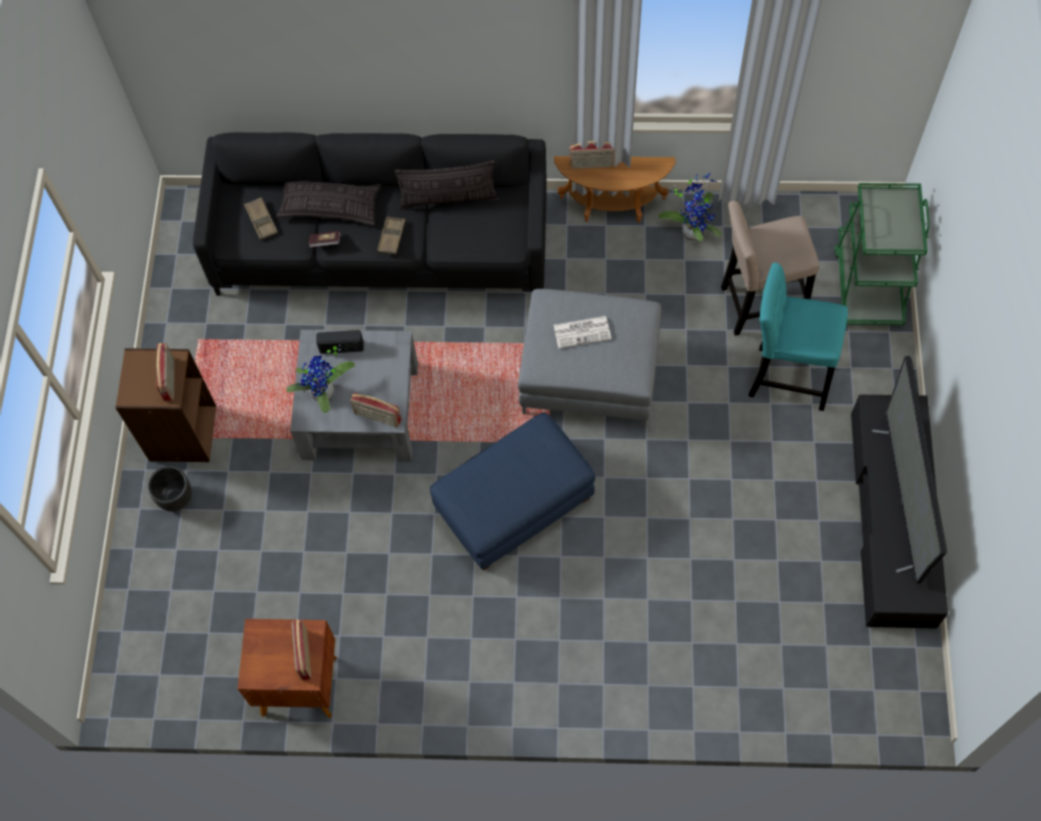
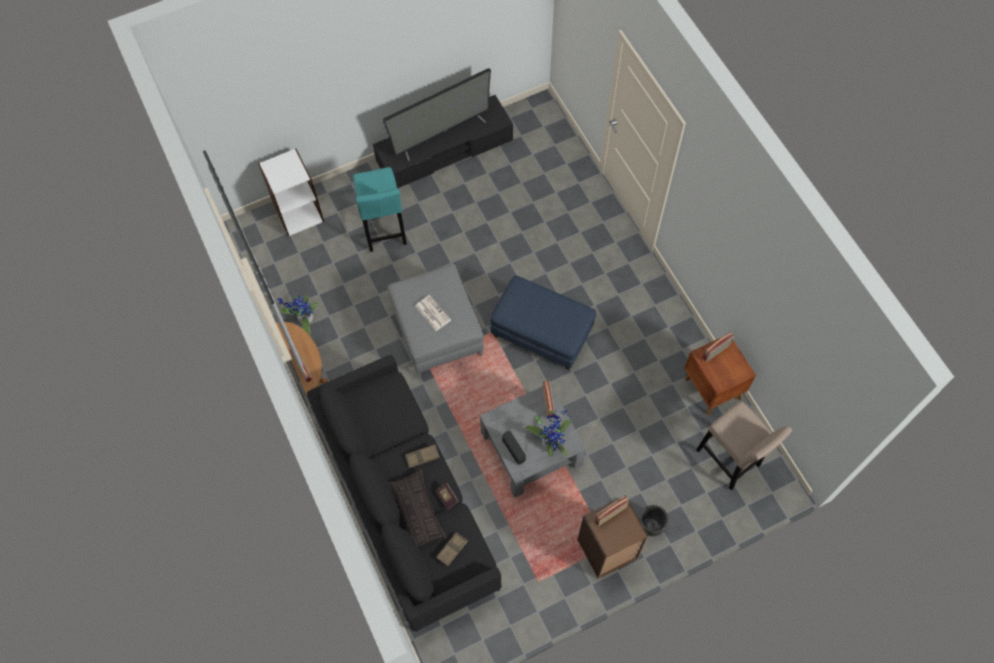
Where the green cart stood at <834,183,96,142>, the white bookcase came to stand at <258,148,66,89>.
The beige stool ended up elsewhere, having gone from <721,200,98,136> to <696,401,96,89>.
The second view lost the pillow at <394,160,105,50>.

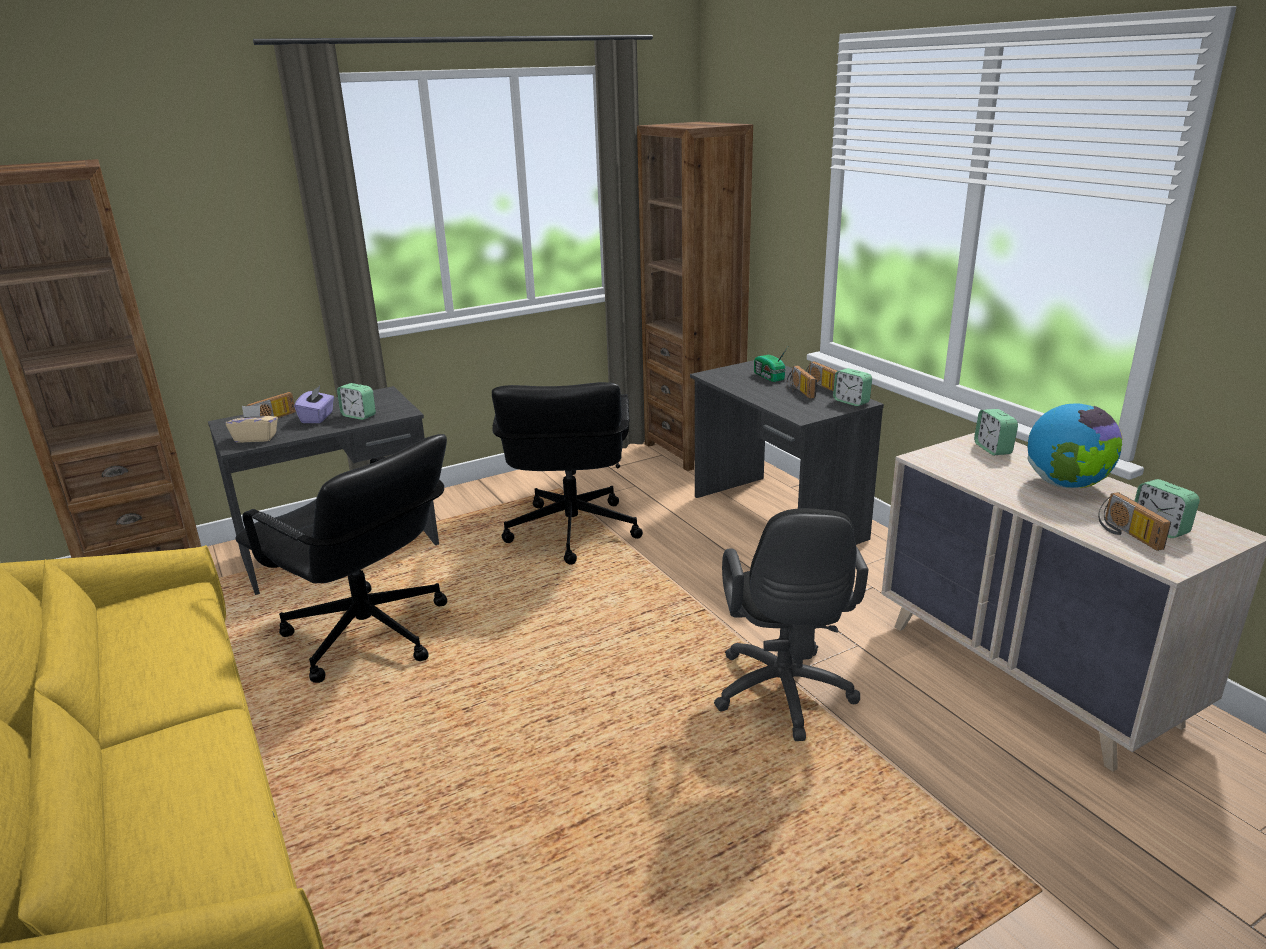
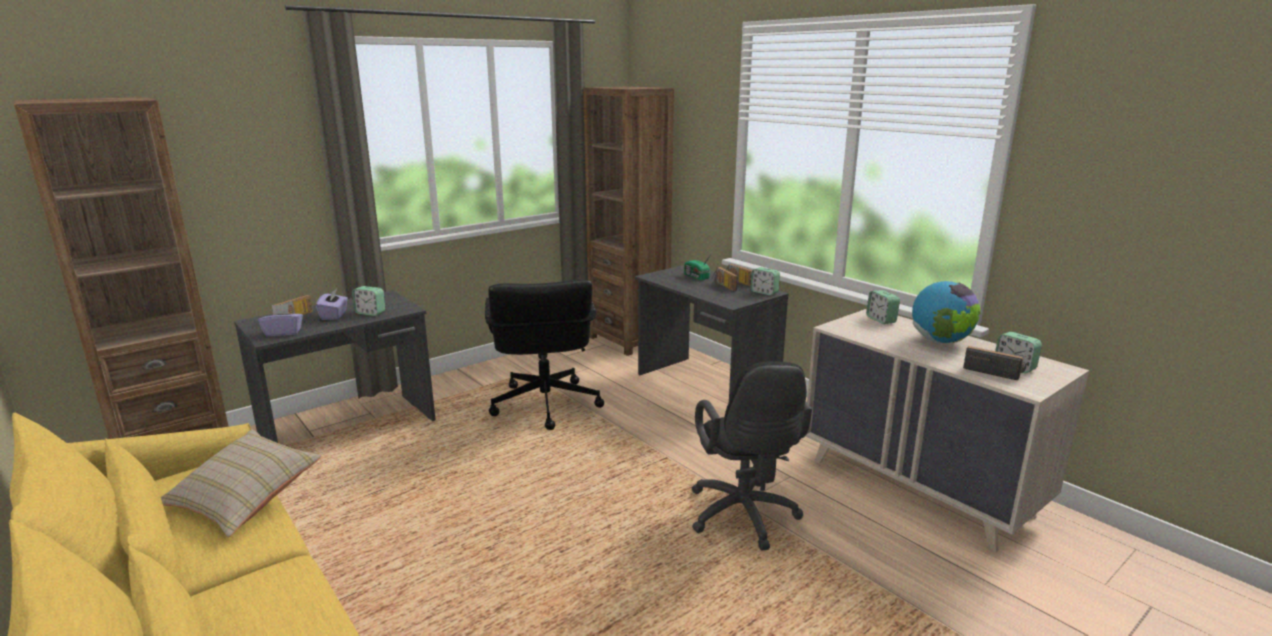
The second view gained the beige pillow at <161,429,160,108>.
What was the beige tissue box at <225,405,53,38> turned into the purple tissue box at <258,304,45,32>.
The radio at <1098,492,73,59> ended up facing another way, 150 degrees clockwise from before.
The second view lost the black office chair at <235,434,212,249>.

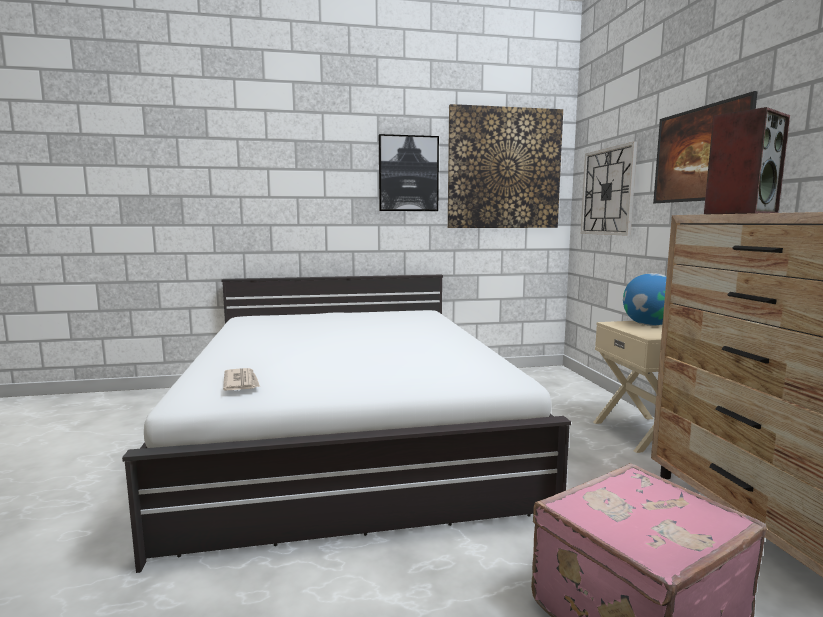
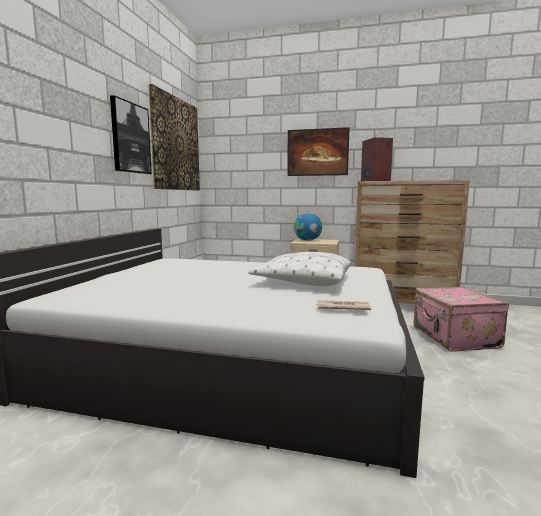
The second view gained the white pillow at <248,252,103,34>.
The second view lost the wall clock at <581,141,57,95>.

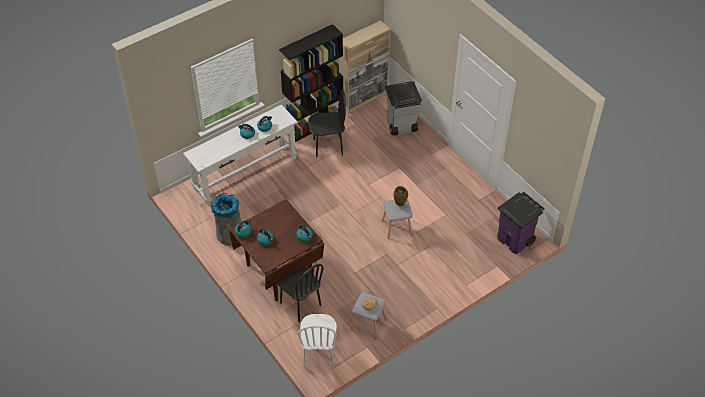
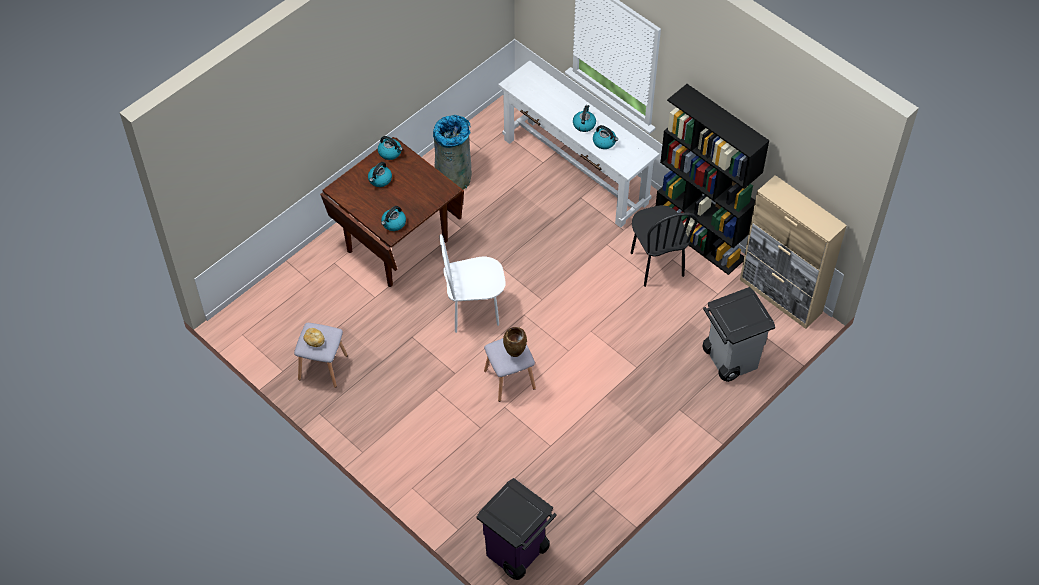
The white chair ended up elsewhere, having gone from <298,314,39,55> to <439,234,67,99>.
The second view lost the black chair at <277,264,47,58>.

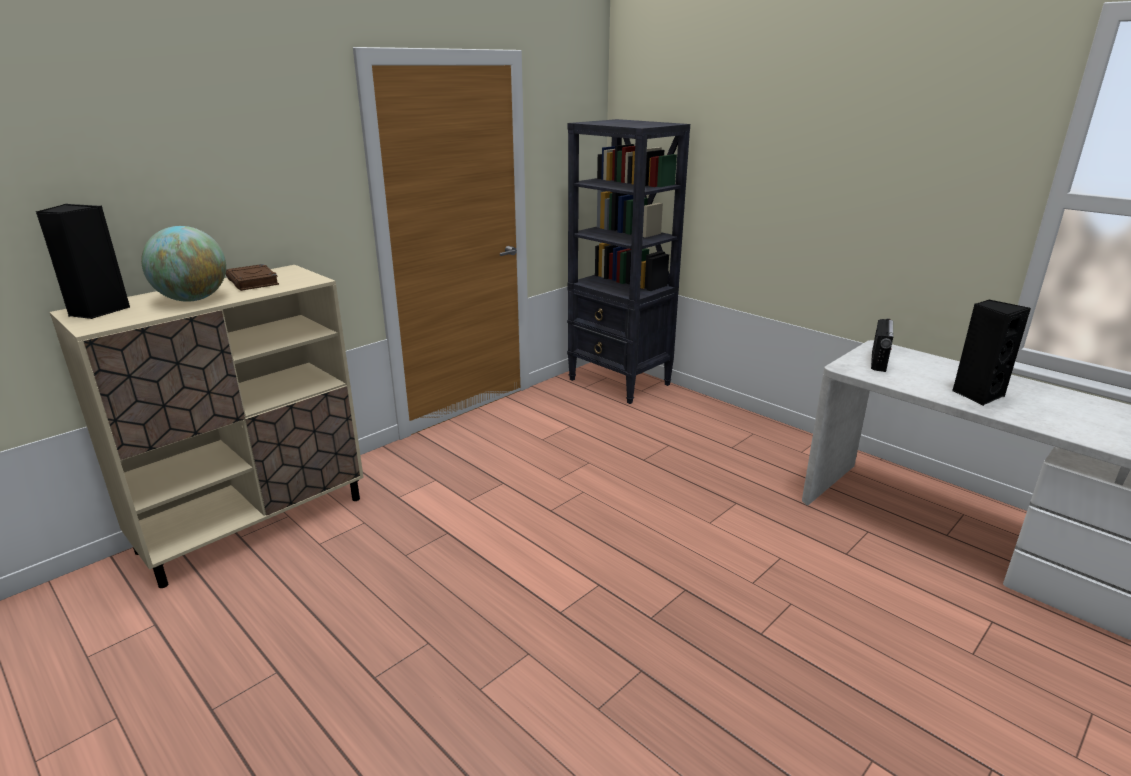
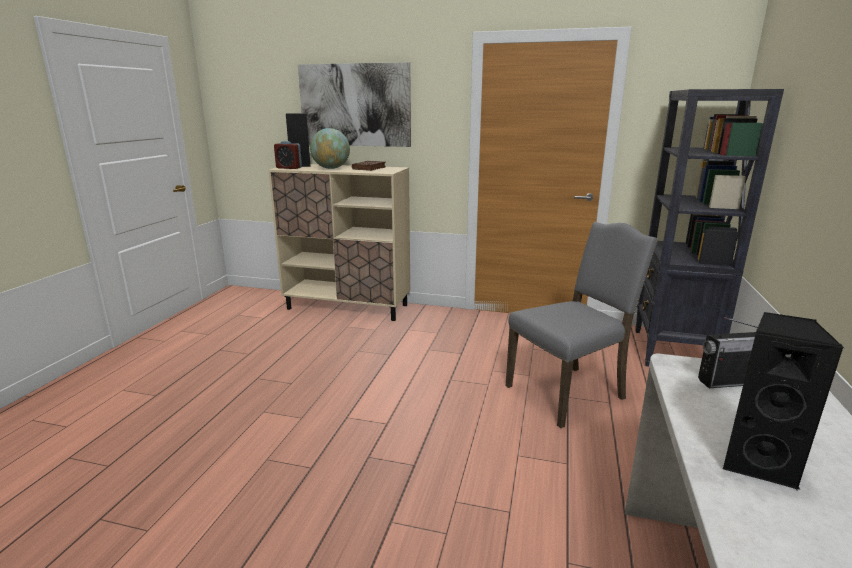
The second view gained the alarm clock at <274,141,28,28>.
The second view gained the picture at <298,62,113,85>.
The second view gained the grey chair at <506,222,152,206>.

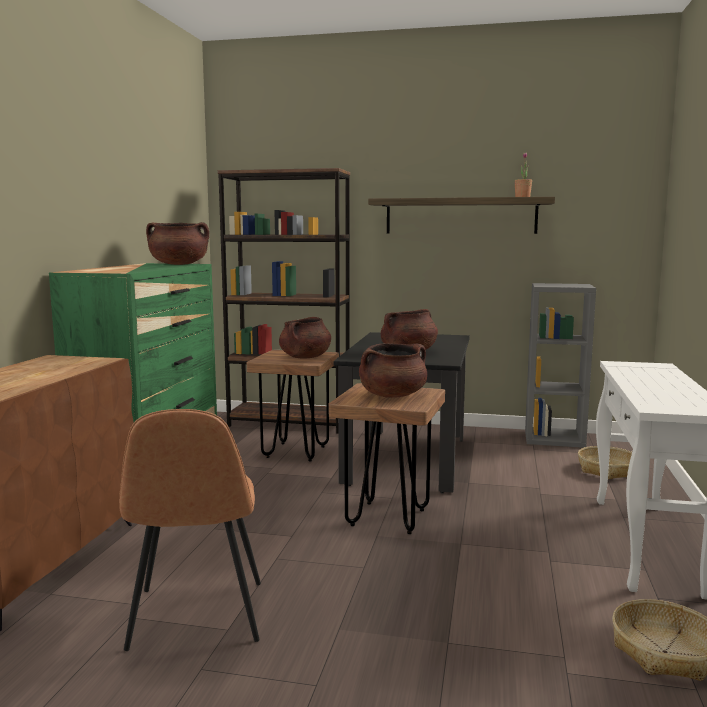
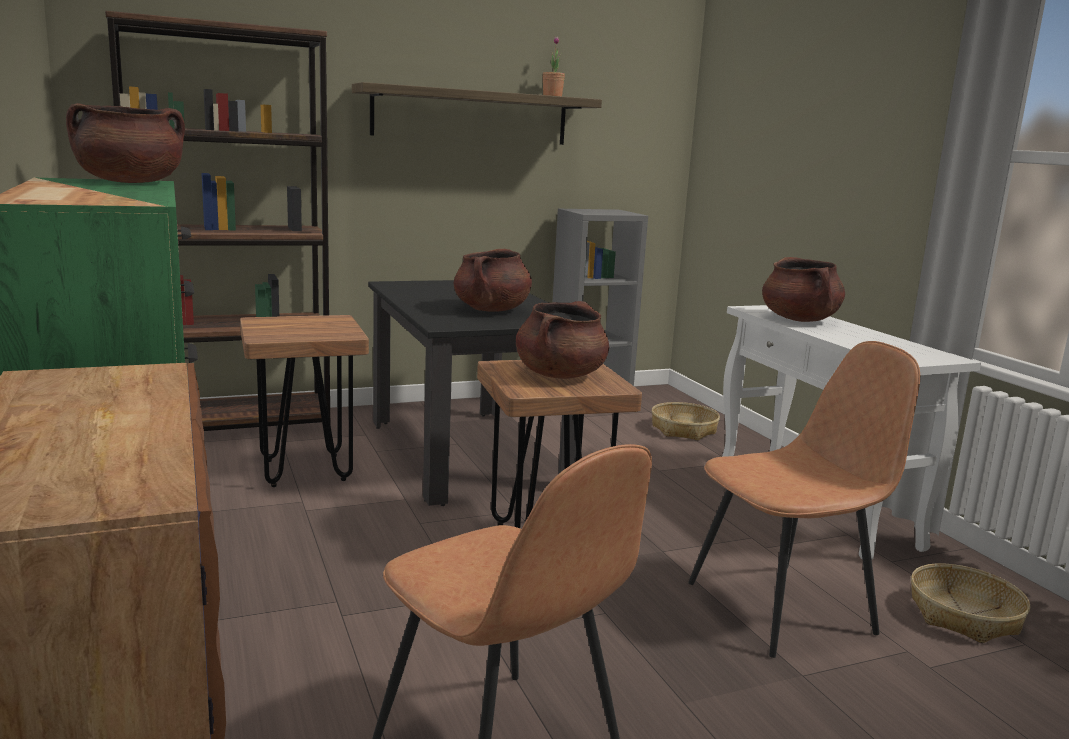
The second view gained the brown chair at <688,341,232,317>.
The brown cooking pot ended up elsewhere, having gone from <279,317,52,41> to <762,257,83,65>.

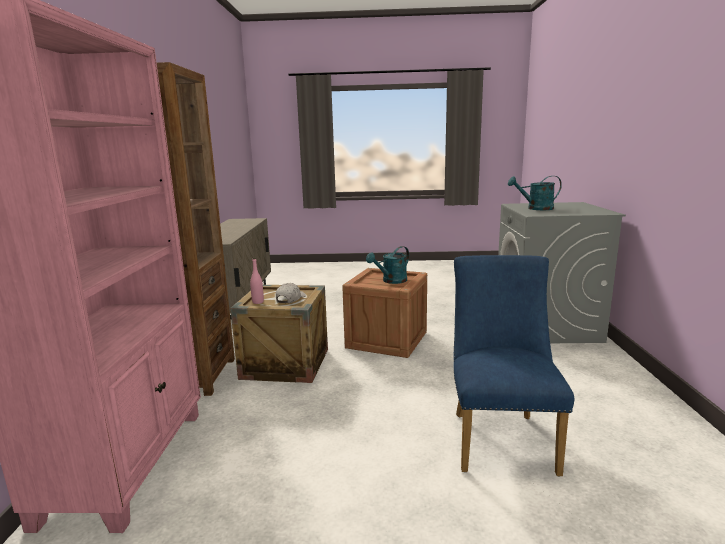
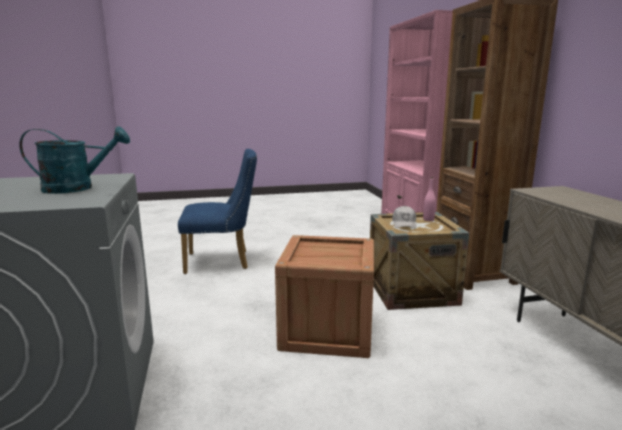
The blue chair at <453,255,121,222> ended up facing another way, 90 degrees counterclockwise from before.
The second view lost the turquoise watering can at <366,246,43,38>.

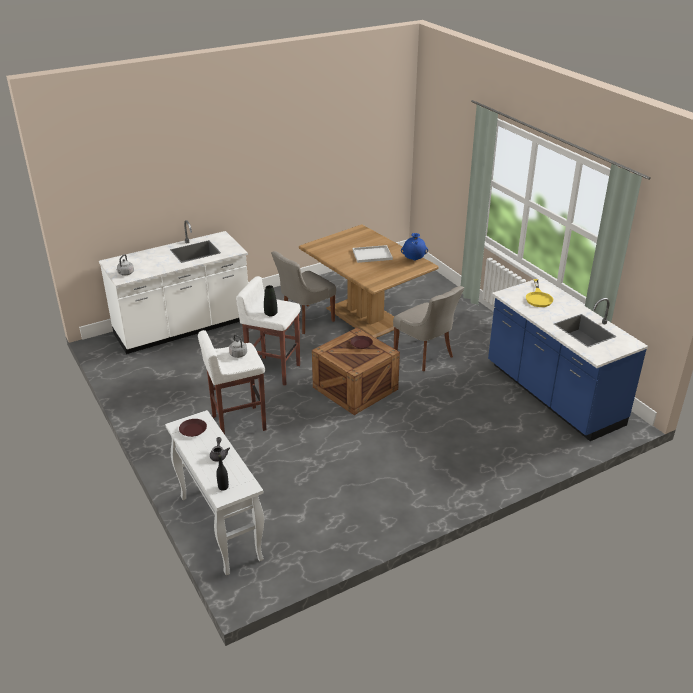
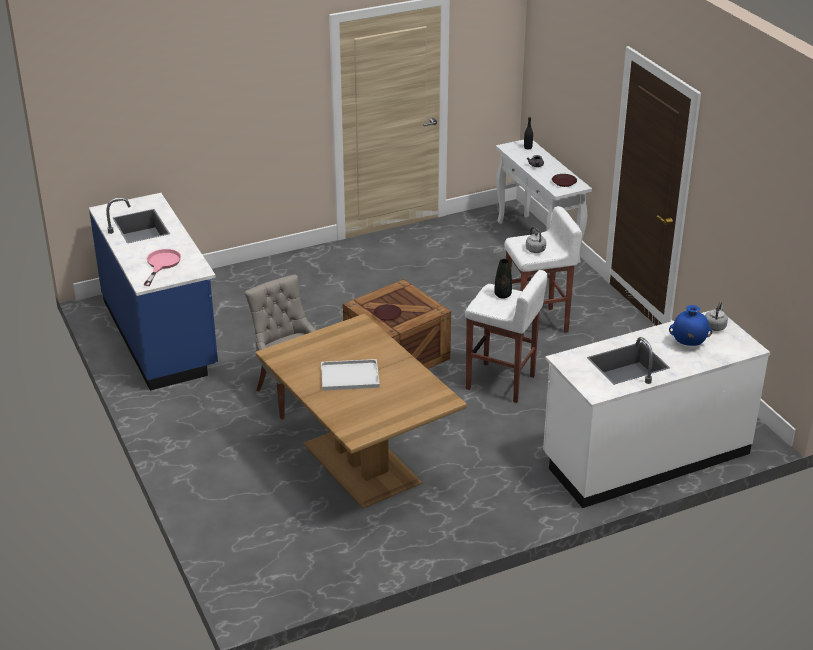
What was the yellow frying pan at <526,279,27,28> turned into the pink frying pan at <144,249,37,37>.
The blue vase ended up elsewhere, having gone from <401,233,27,28> to <669,305,43,41>.
The second view lost the grey chair at <271,251,65,83>.

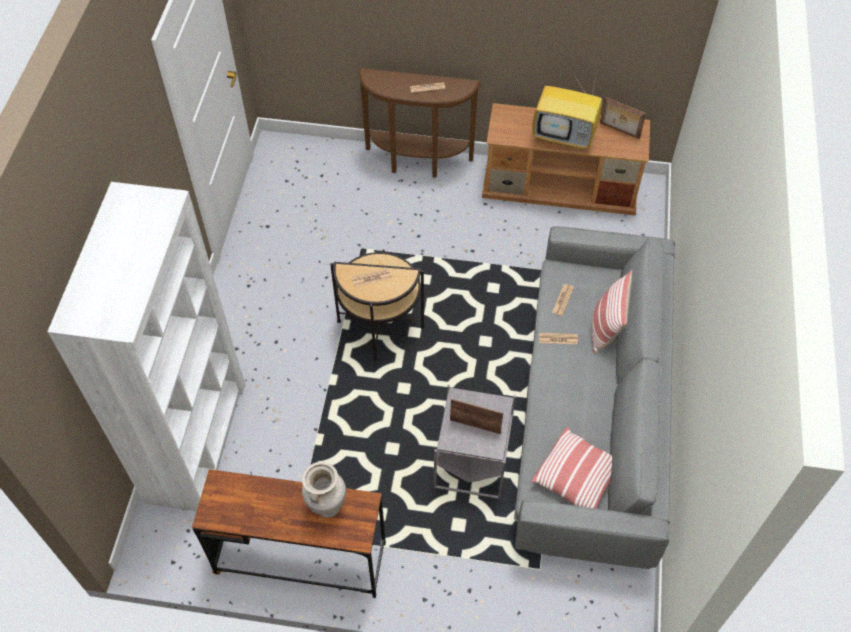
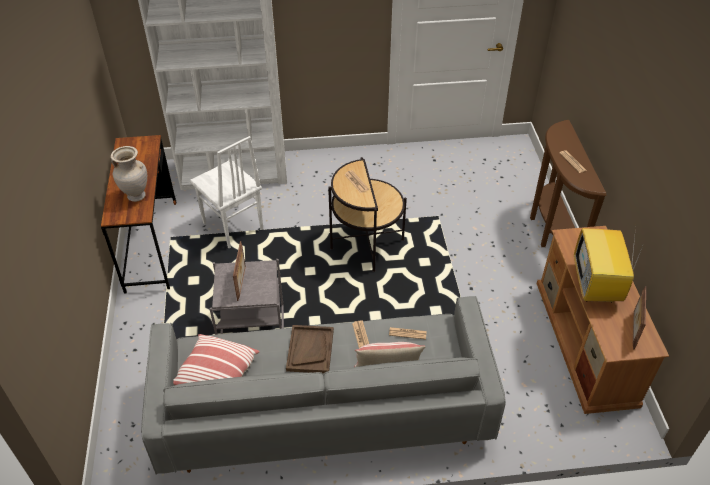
The second view gained the white chair at <190,136,74,112>.
The second view gained the brown tray at <286,325,48,49>.

